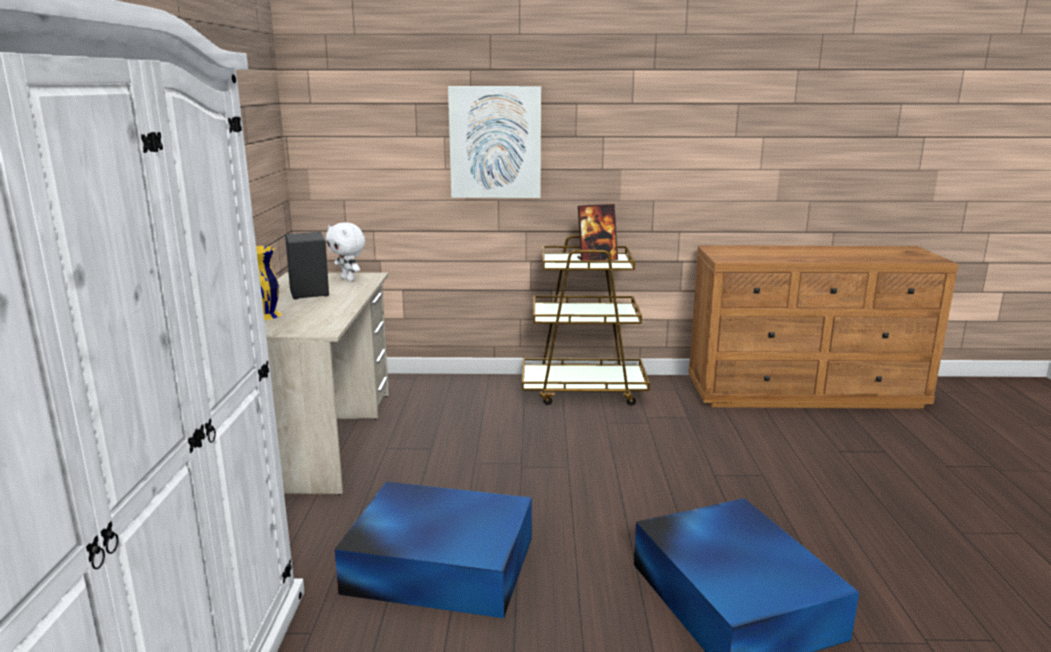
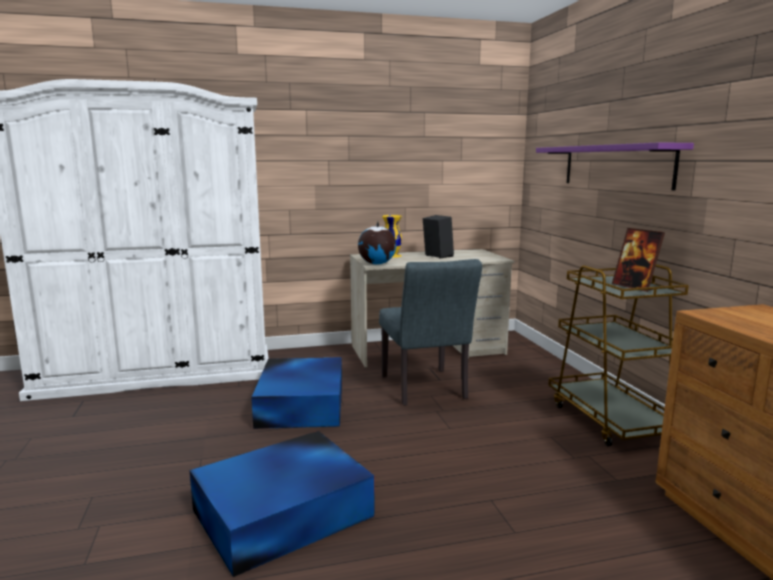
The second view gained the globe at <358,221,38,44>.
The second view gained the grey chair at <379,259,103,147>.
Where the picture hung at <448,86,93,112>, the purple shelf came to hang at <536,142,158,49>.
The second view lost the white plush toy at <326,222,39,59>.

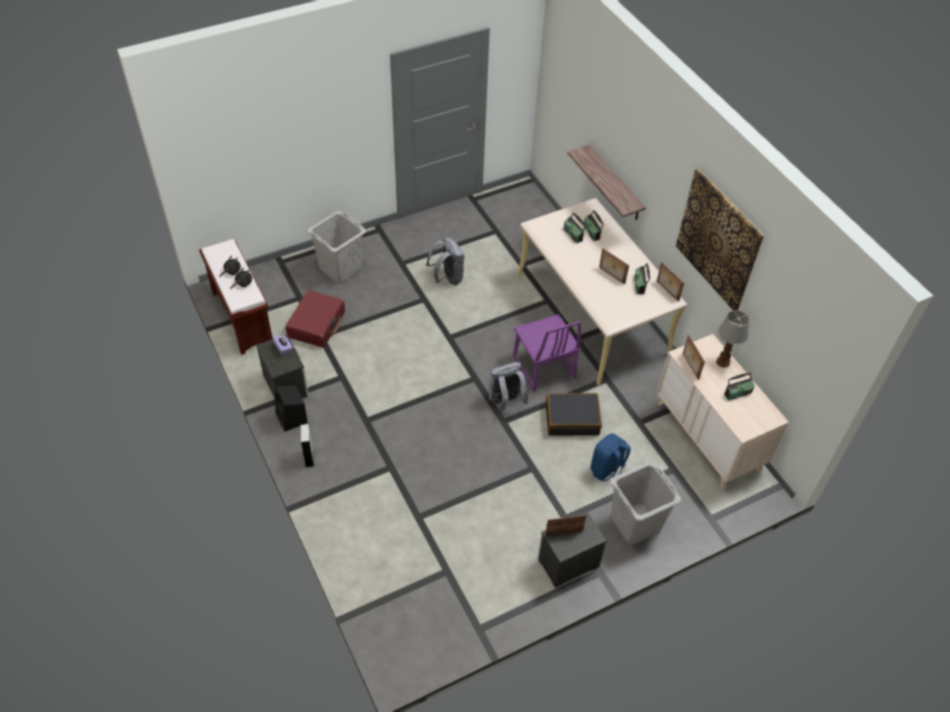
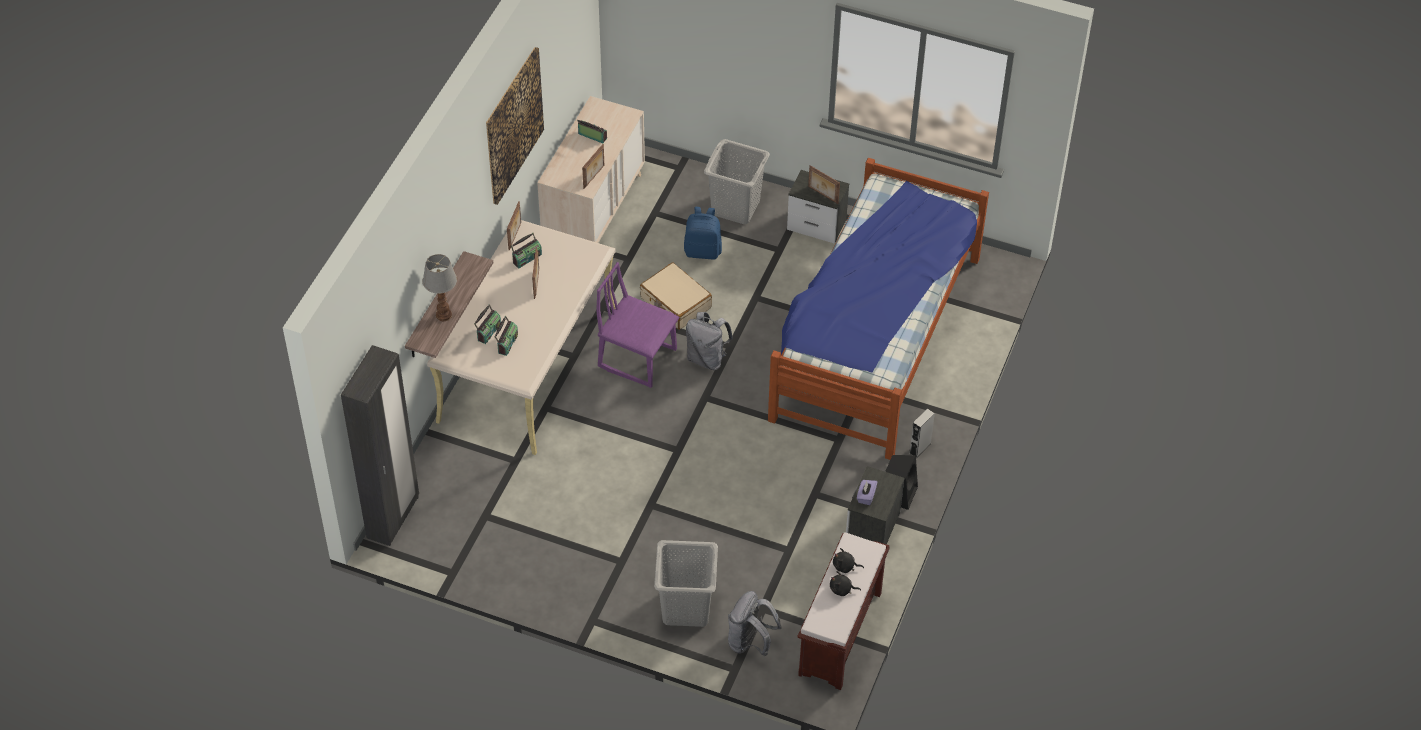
The second view gained the black wardrobe at <341,345,78,201>.
The table lamp ended up elsewhere, having gone from <716,310,33,58> to <423,254,34,67>.
The purple chair at <513,314,68,78> ended up facing another way, 90 degrees counterclockwise from before.
What was the black suitcase at <545,393,57,43> turned into the beige suitcase at <640,263,72,67>.
The grey backpack ended up elsewhere, having gone from <426,237,39,48> to <728,591,54,65>.
The second view gained the bed at <768,158,221,302>.
The second view lost the red suitcase at <285,290,60,58>.

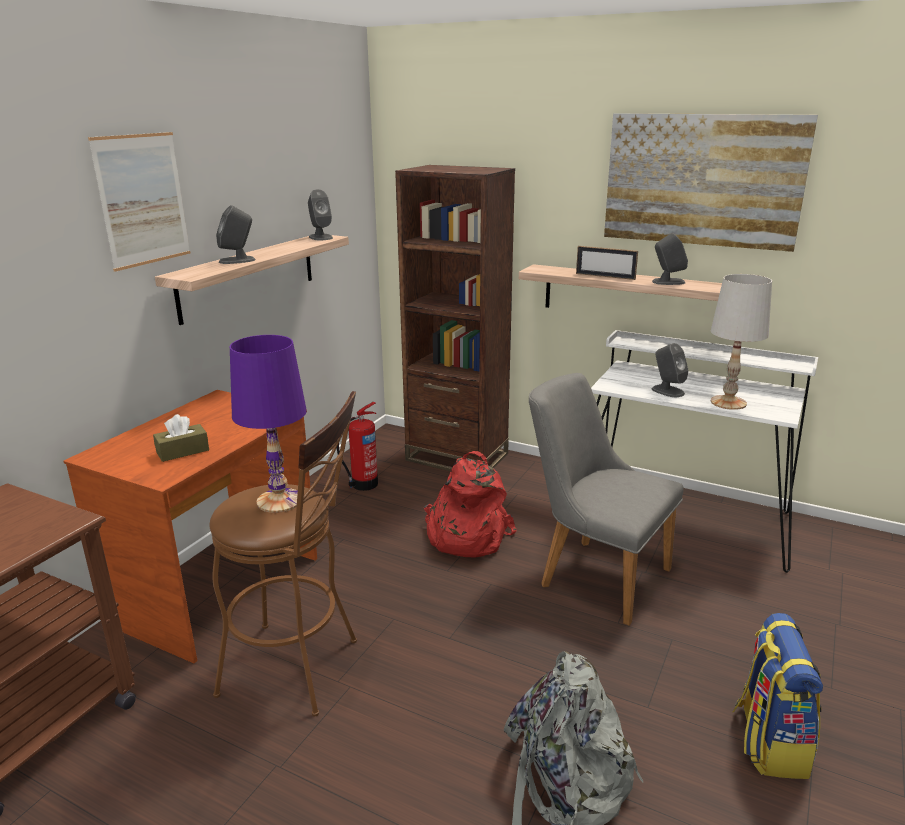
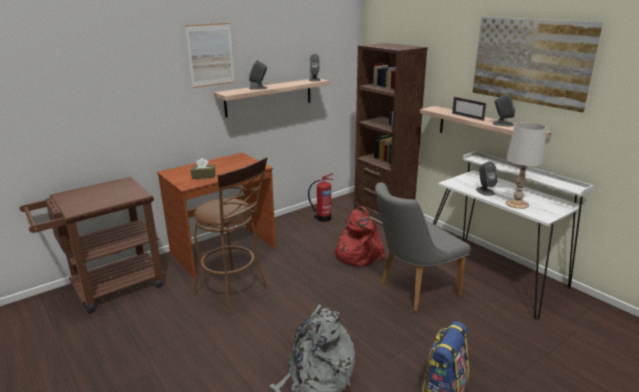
The grey chair at <529,373,155,253> ended up facing another way, 90 degrees counterclockwise from before.
The second view lost the purple table lamp at <230,335,77,178>.

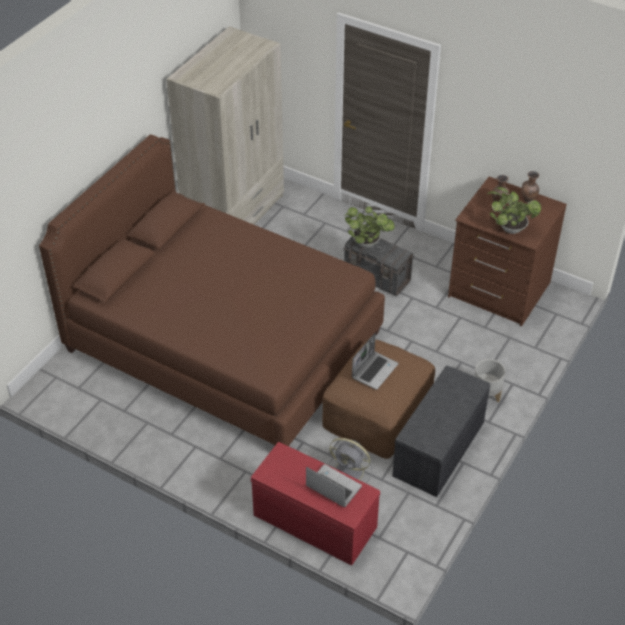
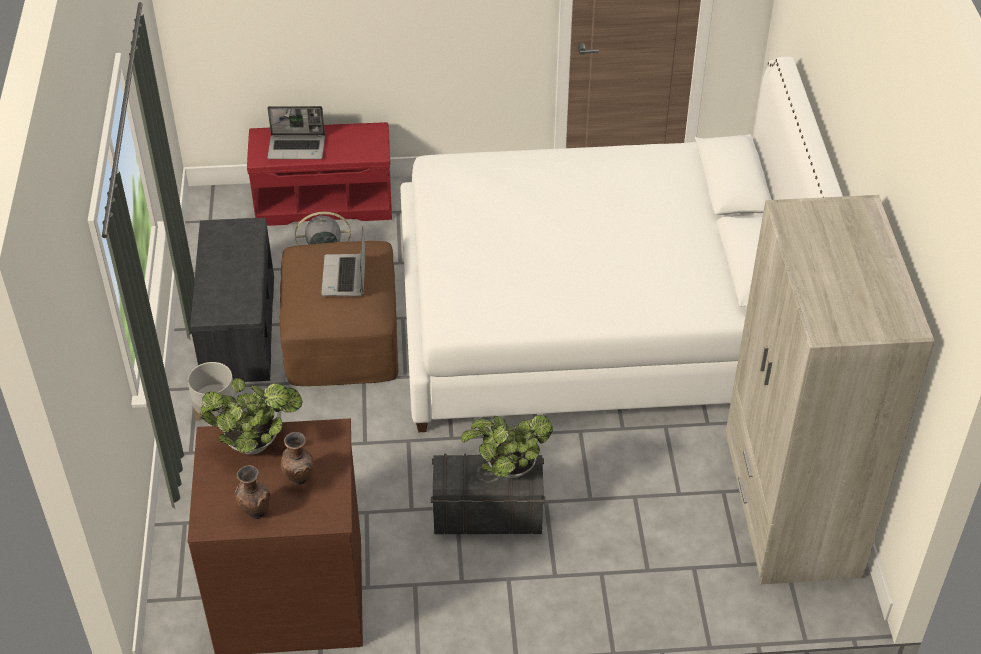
What was the brown bed at <39,135,346,311> turned into the white bed at <400,57,443,375>.

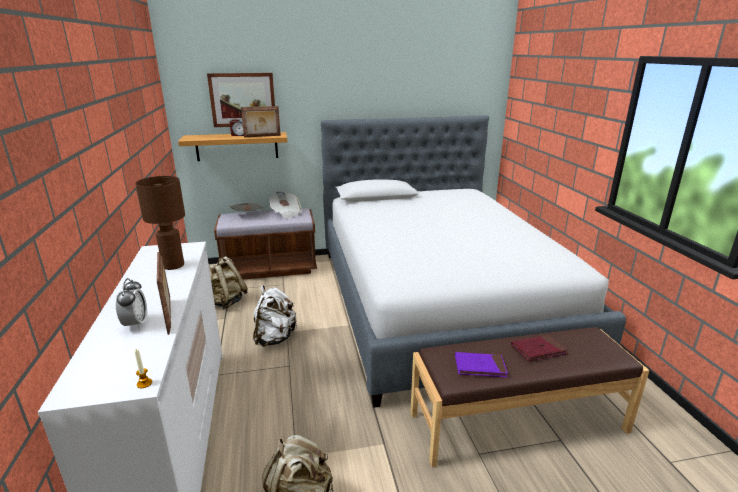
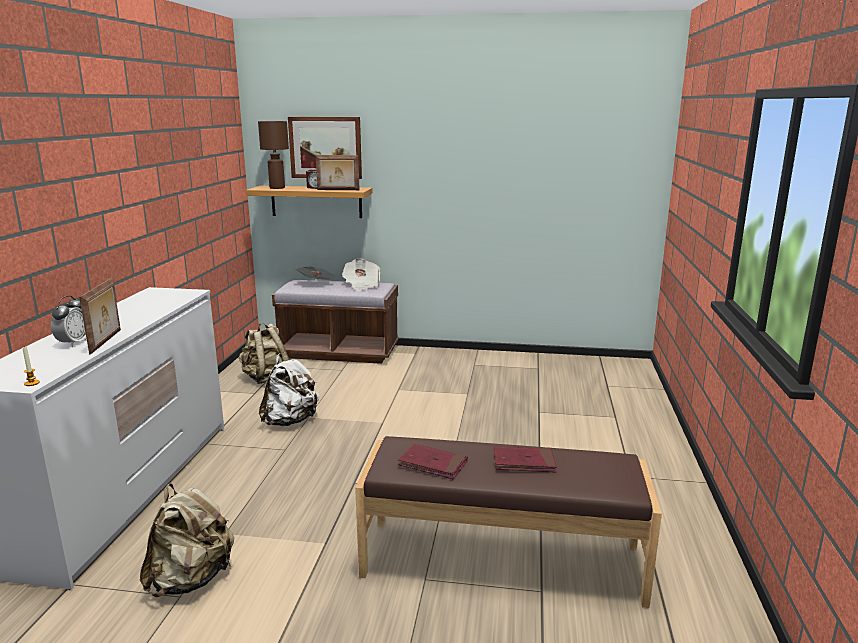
The brown table lamp ended up elsewhere, having gone from <135,176,50,94> to <258,121,31,68>.
What was the purple book at <455,352,53,25> turned into the red book at <398,444,70,35>.
The second view lost the bed at <321,115,305,293>.

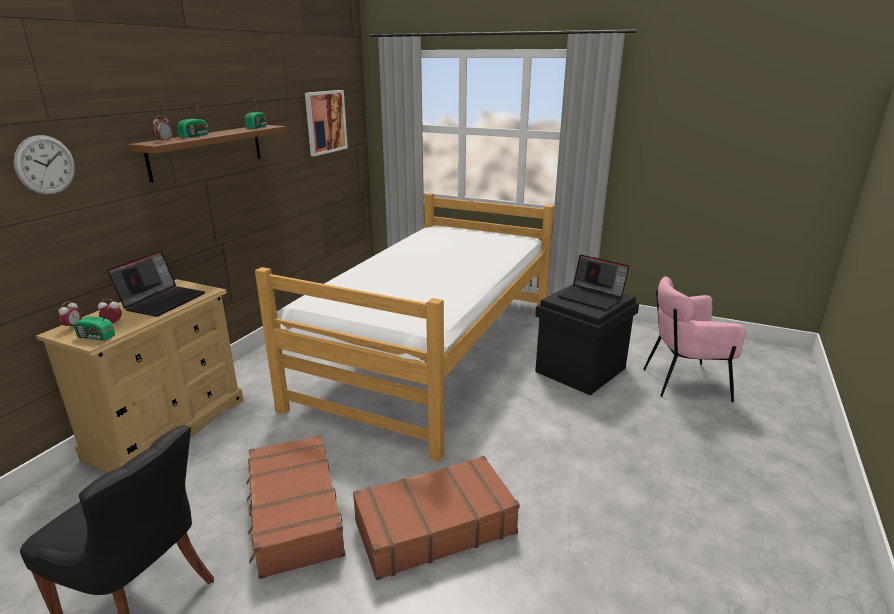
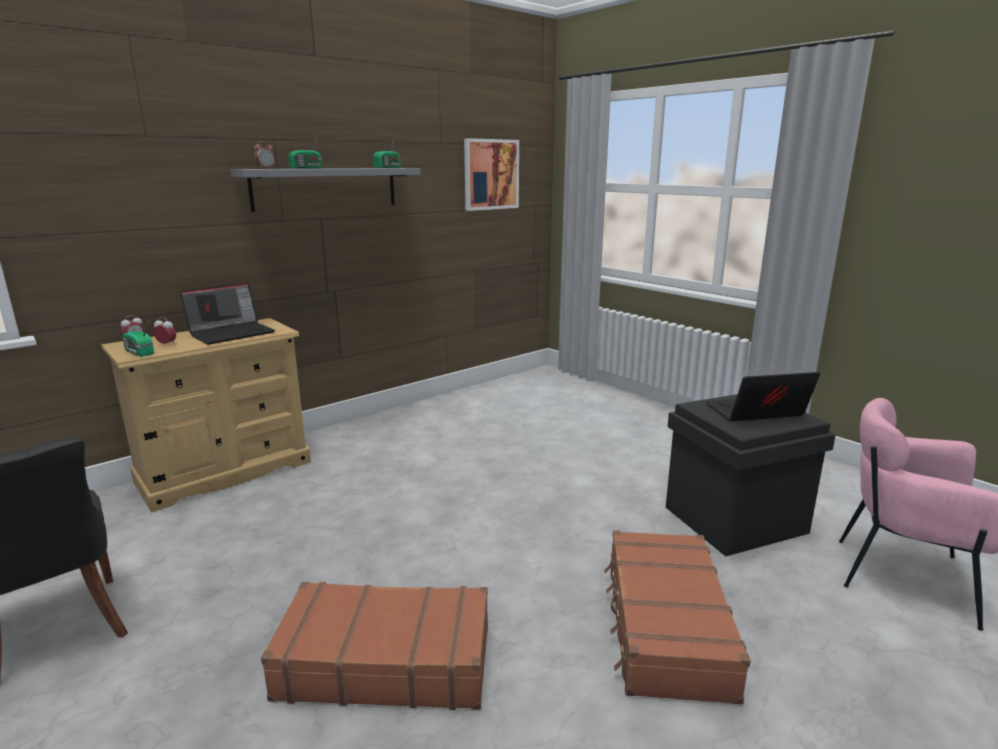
What was the brown shelf at <129,125,158,57> turned into the grey shelf at <230,168,191,44>.
The brown suitcase ended up elsewhere, having gone from <246,435,99,144> to <604,530,147,175>.
The laptop at <558,255,71,55> ended up facing another way, 105 degrees clockwise from before.
The second view lost the wall clock at <14,135,61,60>.
The second view lost the bed at <255,193,299,268>.

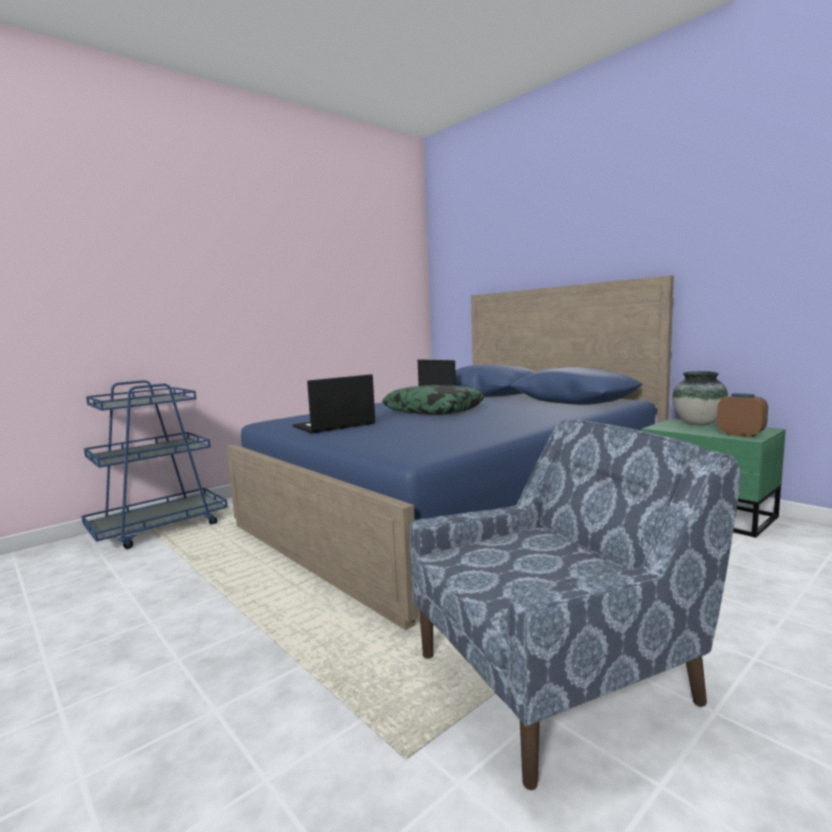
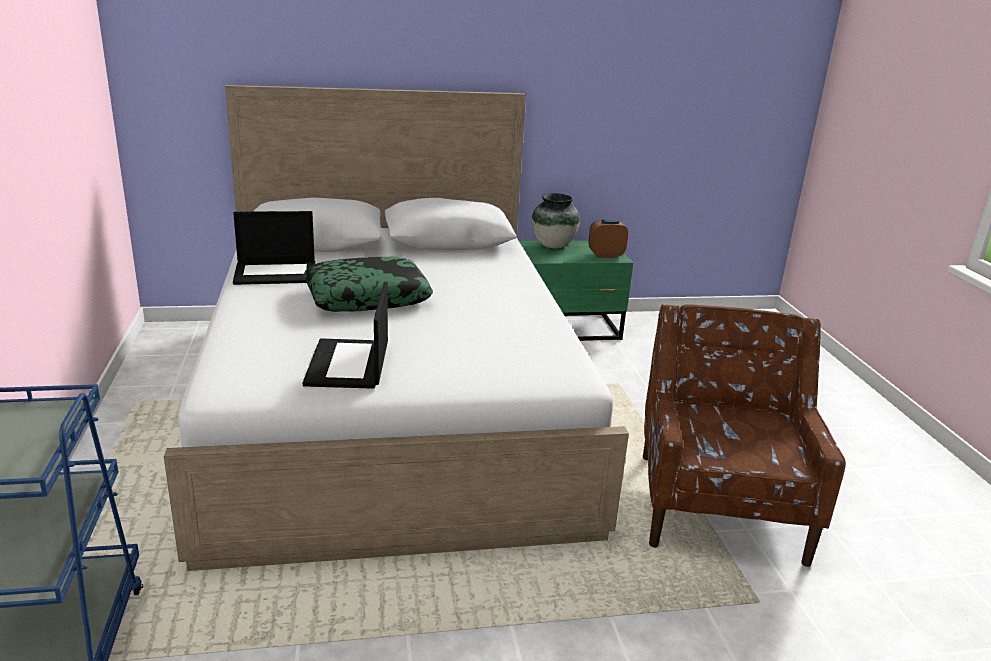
What was the blue bed at <227,275,447,355> turned into the white bed at <164,85,465,486>.
What was the blue armchair at <410,420,331,370> turned into the brown armchair at <643,304,203,263>.

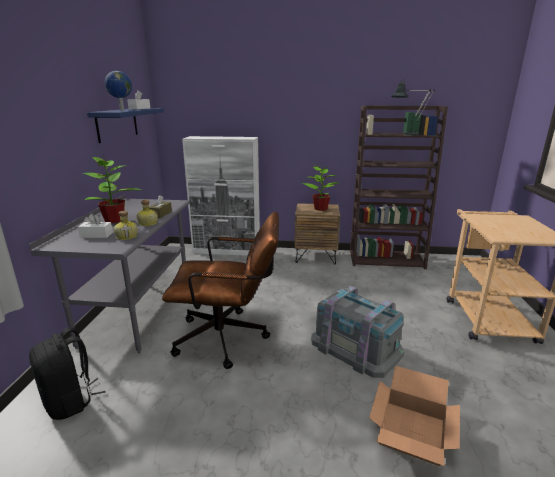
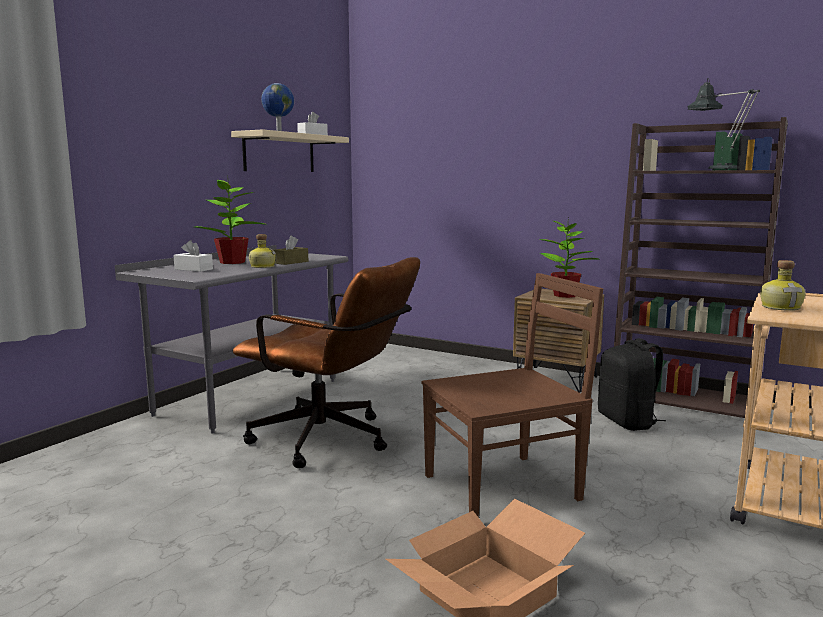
What was the blue shelf at <87,108,77,35> turned into the beige shelf at <231,129,118,43>.
Where the grey storage box stood at <311,286,93,92>, the brown chair came to stand at <422,273,181,244>.
The black backpack ended up elsewhere, having gone from <29,327,76,93> to <598,338,68,93>.
The bottle ended up elsewhere, having gone from <114,211,24,29> to <760,260,46,51>.
The second view lost the white cabinet at <182,136,78,120>.

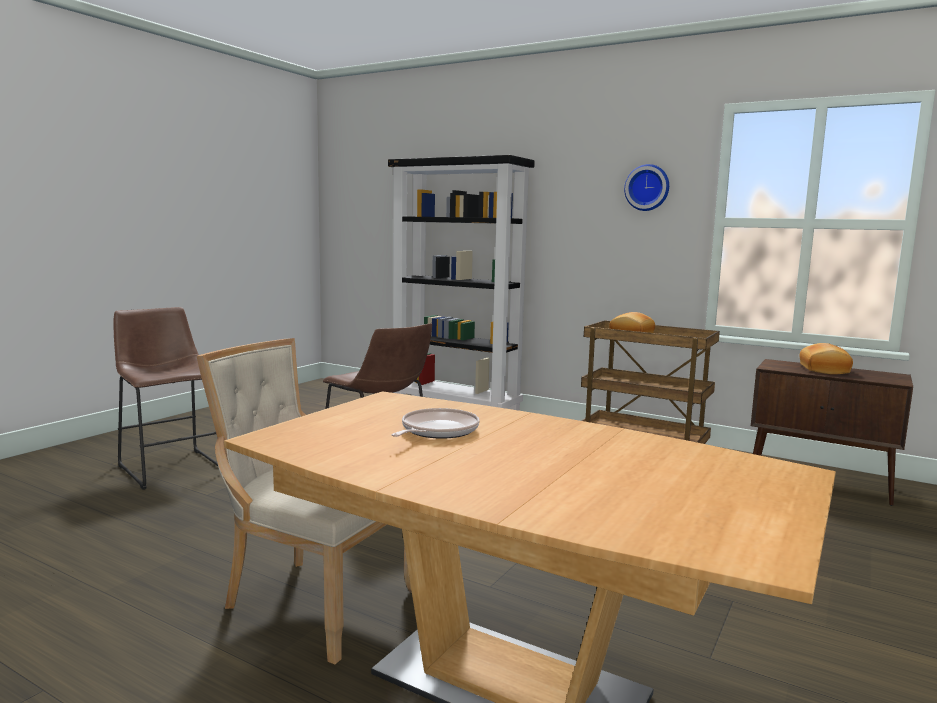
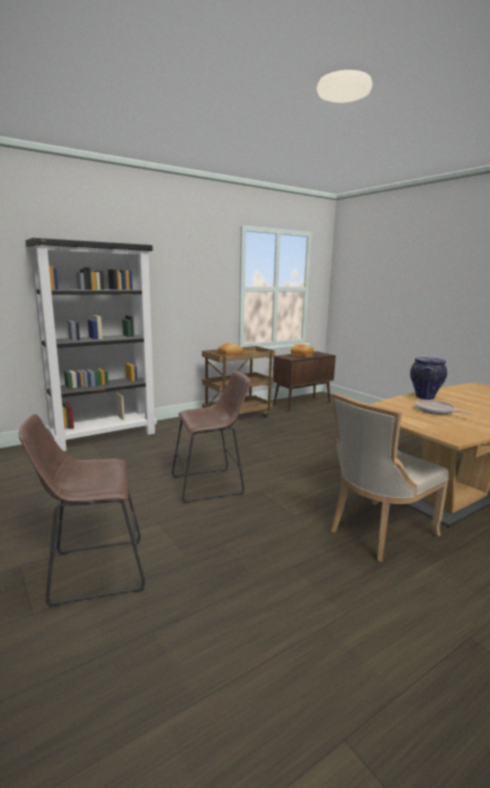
The second view gained the vase at <410,357,37,43>.
The second view lost the wall clock at <624,164,45,47>.

